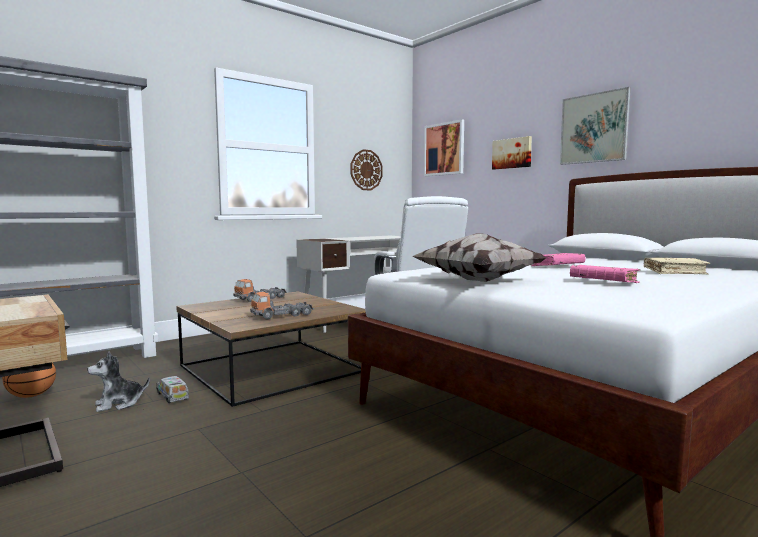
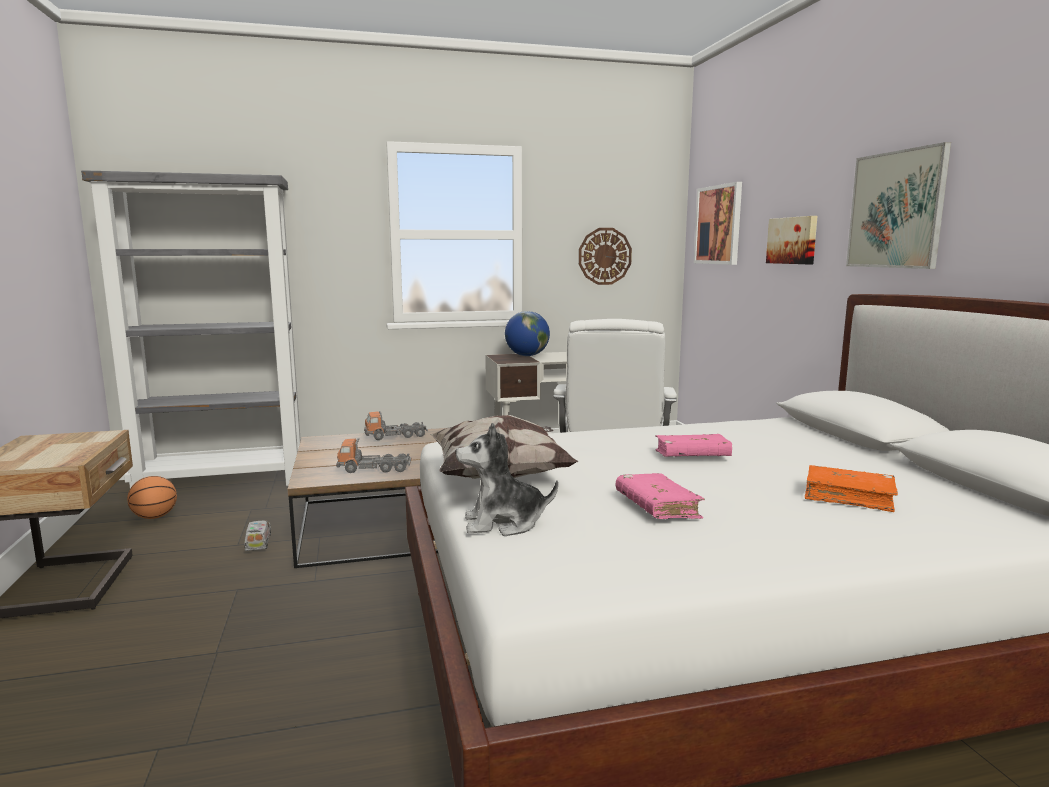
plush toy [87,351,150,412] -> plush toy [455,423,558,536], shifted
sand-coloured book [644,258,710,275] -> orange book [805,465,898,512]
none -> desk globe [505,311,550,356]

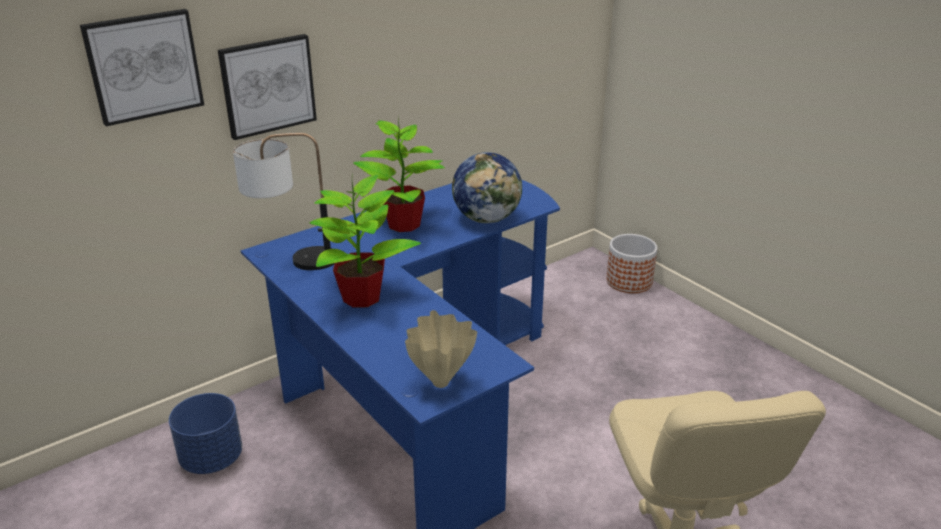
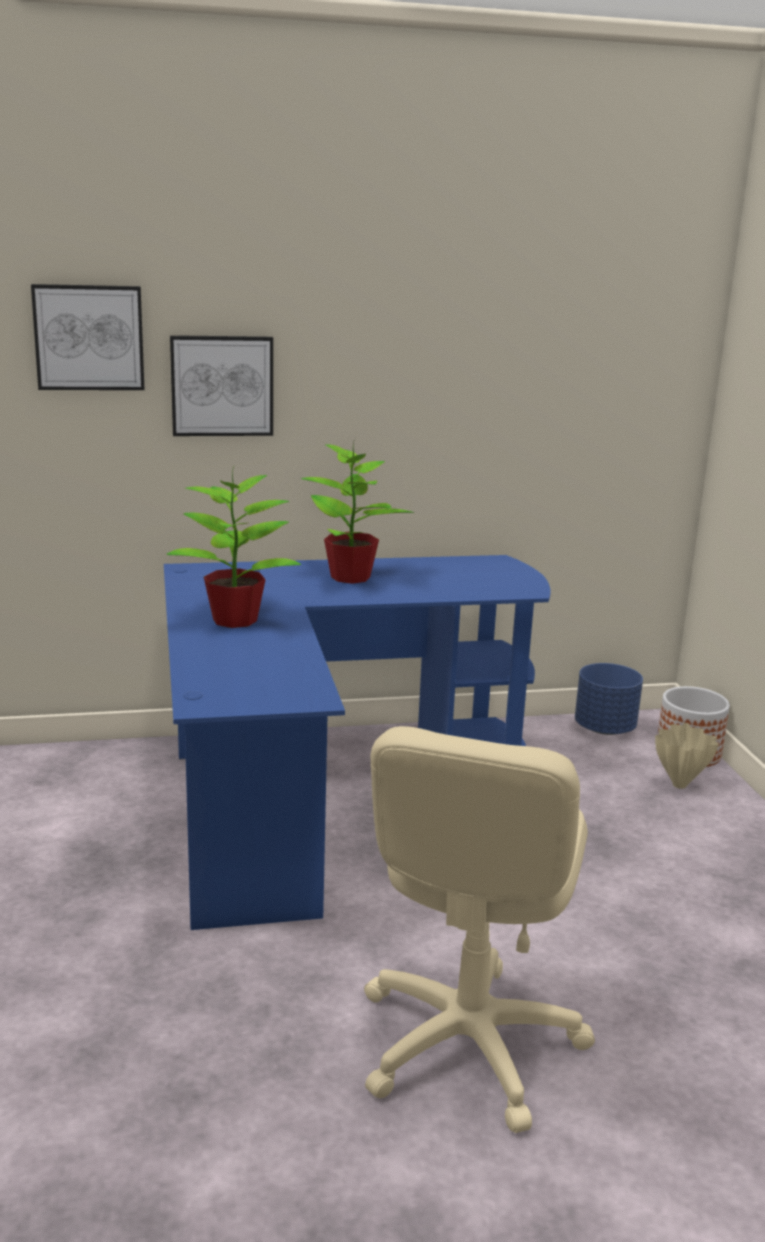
blue-coloured planter [169,393,242,474] -> blue-coloured planter [575,663,643,735], shifted
tabletop lamp [233,133,335,270] -> none
sand-coloured decorative vase [405,310,477,388] -> sand-coloured decorative vase [655,723,719,789], shifted
desk globe [452,152,522,223] -> none

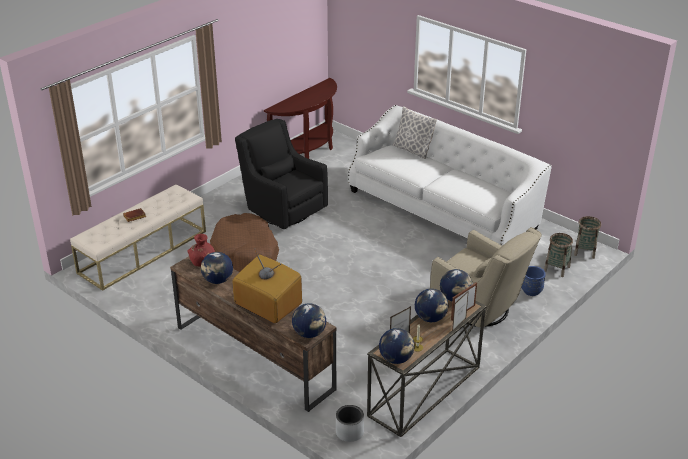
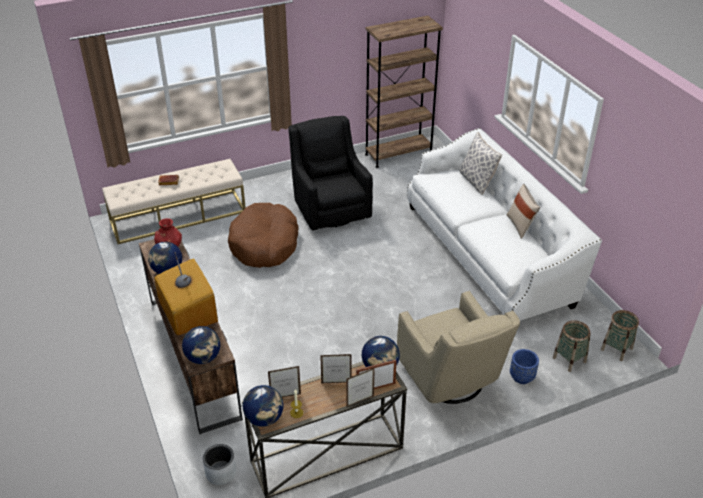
brownish narrow table [264,78,337,159] -> brownish shelving unit [365,16,443,168]
desk globe [415,289,448,322] -> standing frame [320,354,352,384]
none -> sand-coloured pillow [507,184,541,239]

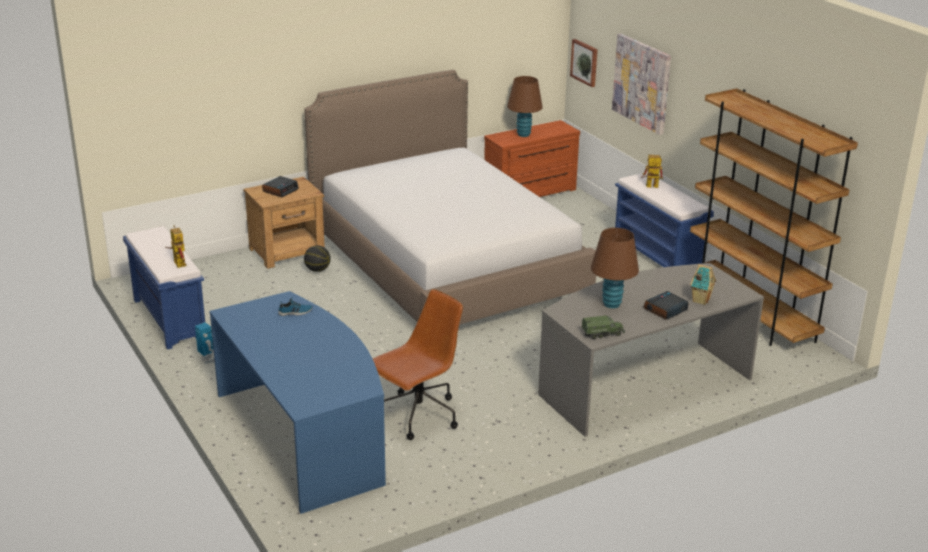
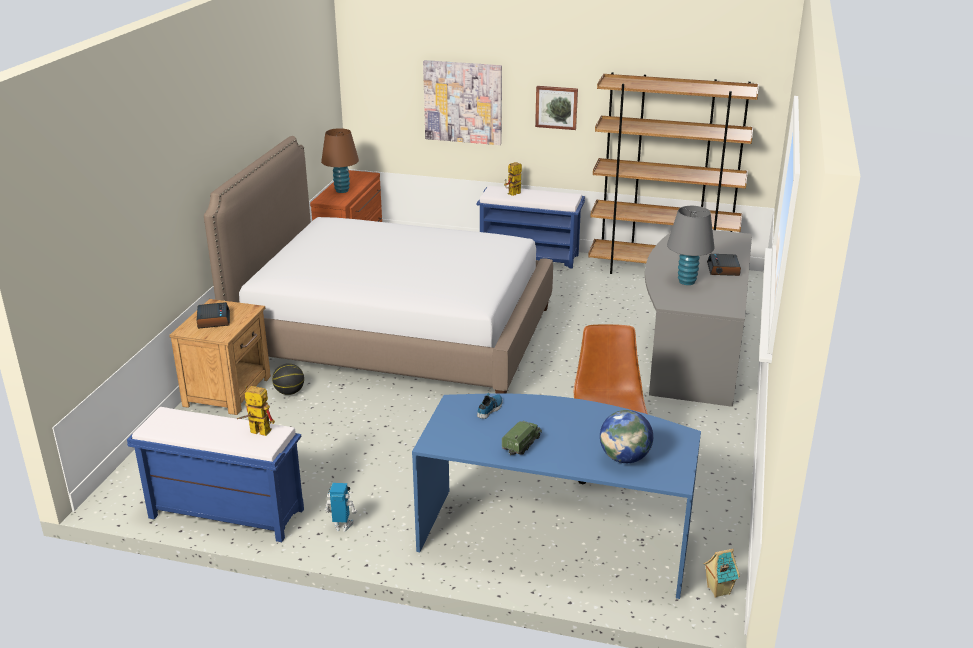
wall picture [570,39,597,87] -> wall picture [535,86,578,130], shifted
toy lorry [582,315,625,339] -> toy lorry [501,421,542,455], shifted
brownish tabletop lamp [591,228,639,308] -> grey tabletop lamp [667,206,715,285]
miniature house [690,264,716,305] -> miniature house [703,549,740,598], shifted
none -> desk globe [600,410,653,463]

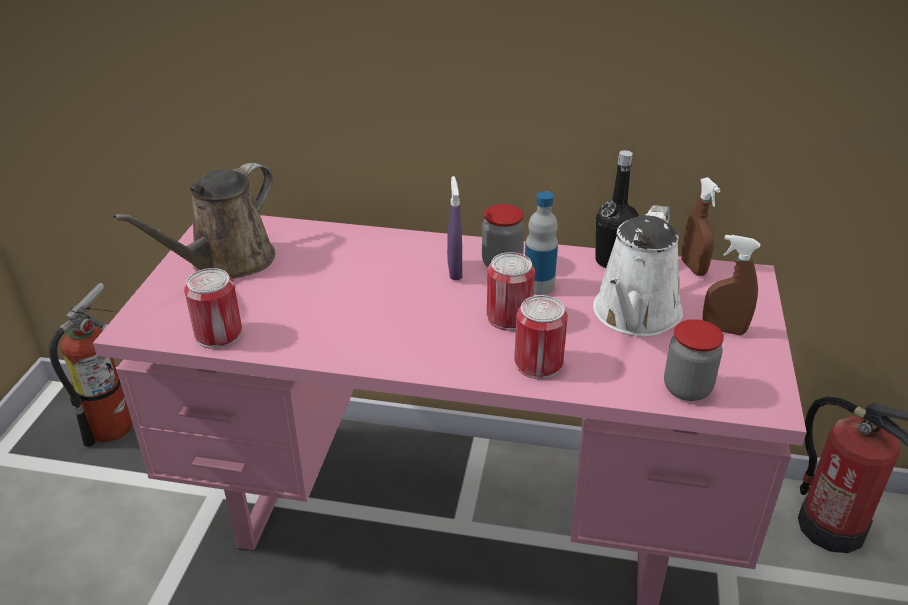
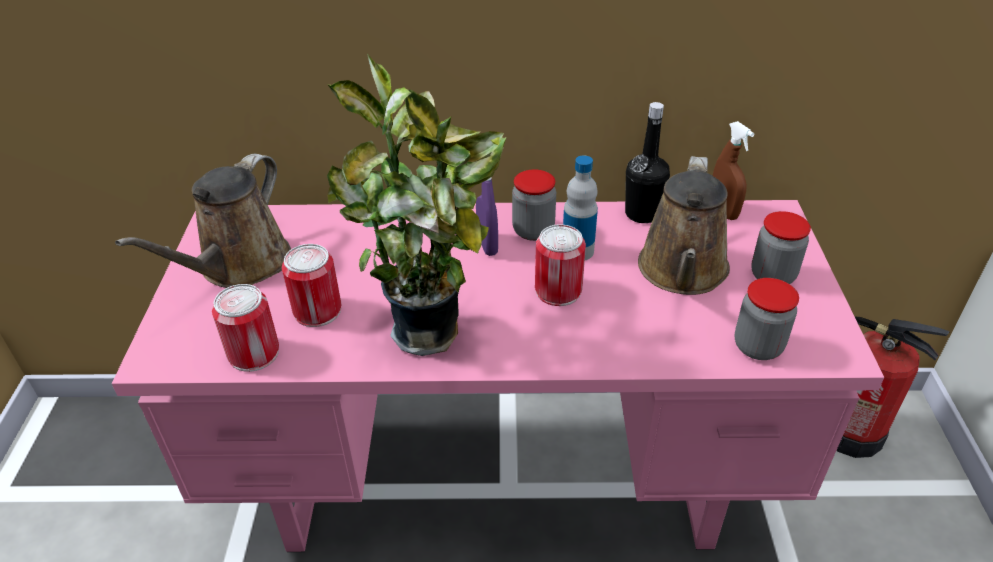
extinguisher [49,283,133,447] -> none
metal can [514,295,568,379] -> metal can [282,244,341,327], shifted
white-coloured watering can [593,205,683,337] -> brownish watering can [638,156,730,295]
brownish hand sprayer [703,235,760,335] -> preserve jar [751,211,811,284]
none -> plant in a pot [327,54,507,356]

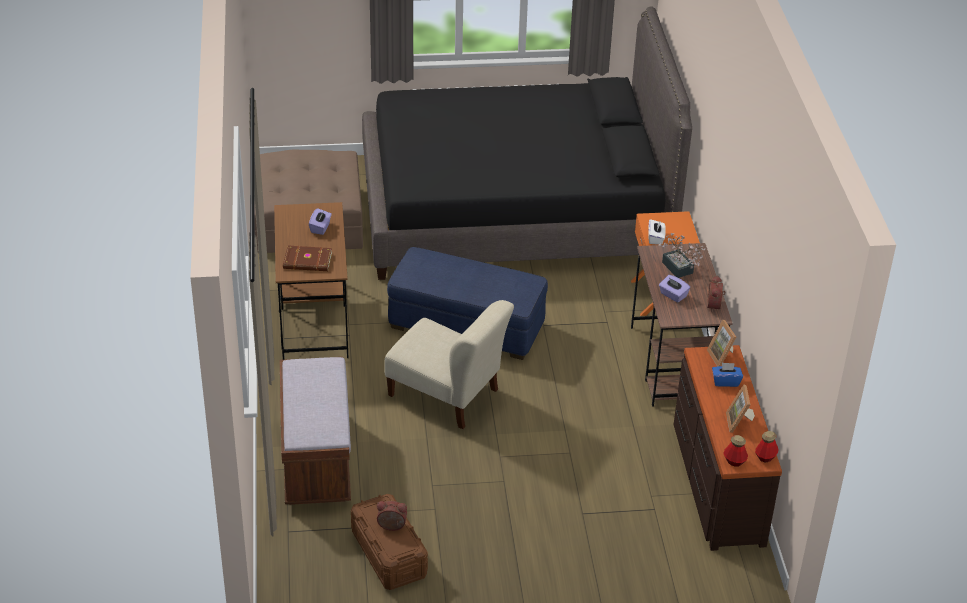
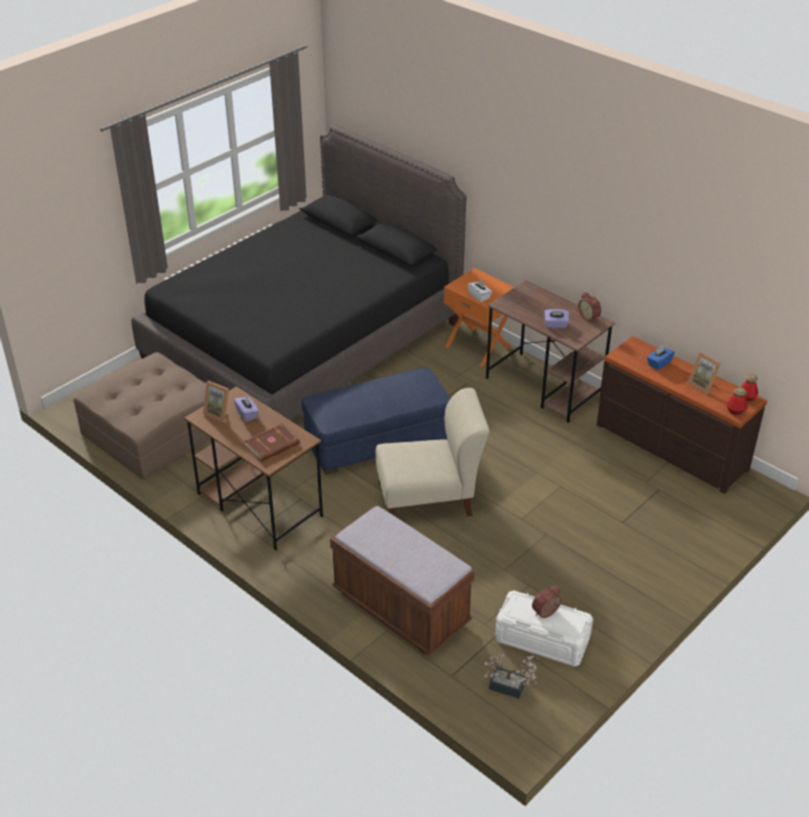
brownish storage container [351,494,428,590] -> white-coloured storage container [495,590,593,667]
plant in a pot [658,233,706,278] -> plant in a pot [484,654,539,699], shifted
standing frame [707,320,736,366] -> standing frame [203,381,229,422], shifted

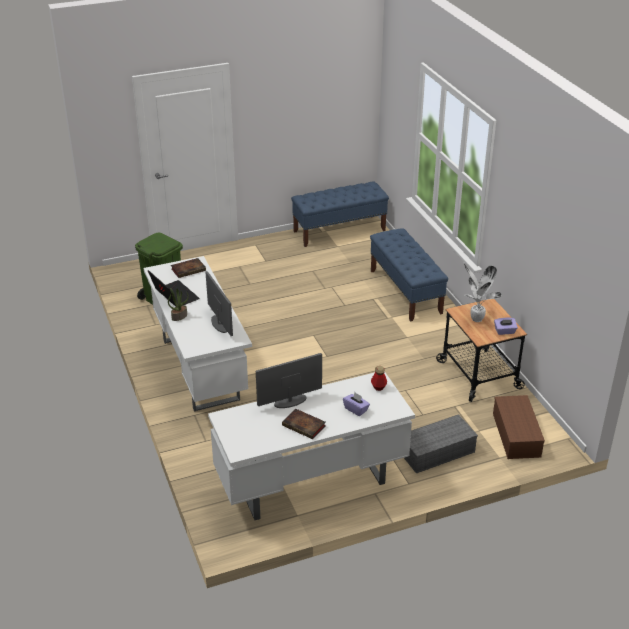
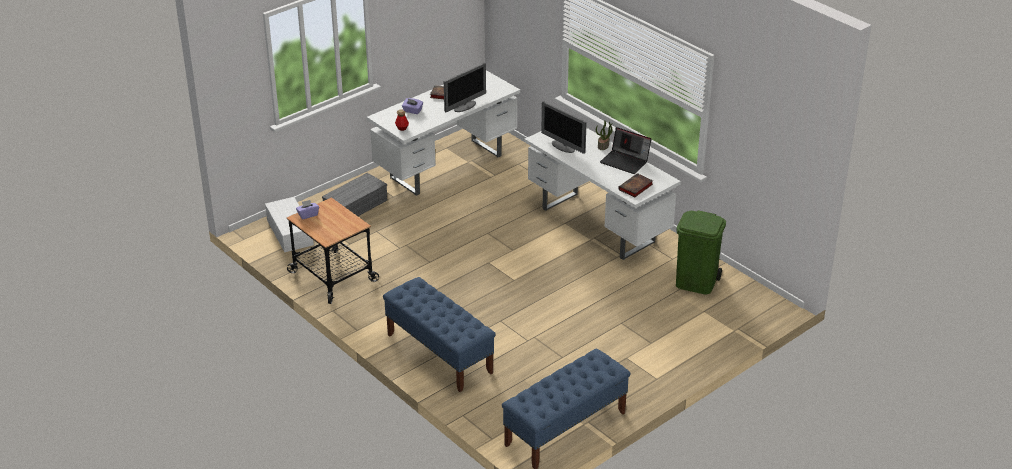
plant in a pot [464,263,501,322] -> none
brownish storage container [493,395,545,459] -> white-coloured storage container [265,197,314,252]

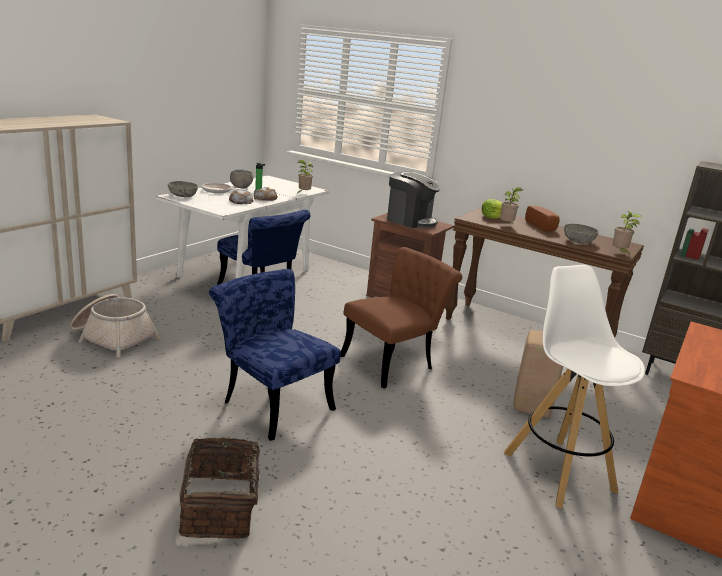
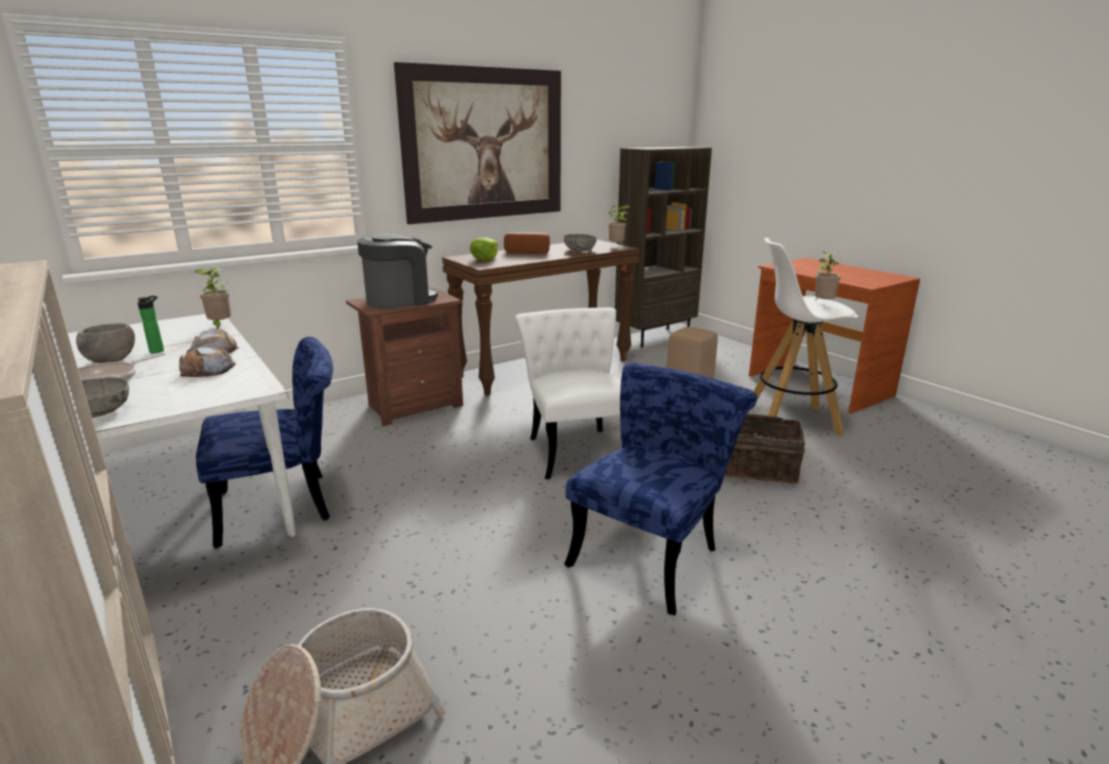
storage basket [179,437,274,539] -> storage basket [724,414,805,484], shifted
blue-coloured upright chair [209,269,341,441] -> blue-coloured upright chair [564,362,757,615], 150 degrees clockwise
brownish upright chair [340,247,462,389] -> white-coloured upright chair [515,307,621,479]
plant in a pot [500,187,523,223] -> plant in a pot [815,251,841,301], shifted
none -> wall picture [394,62,561,224]

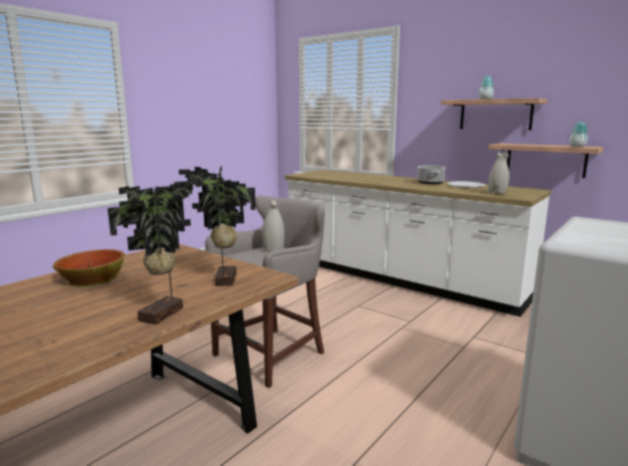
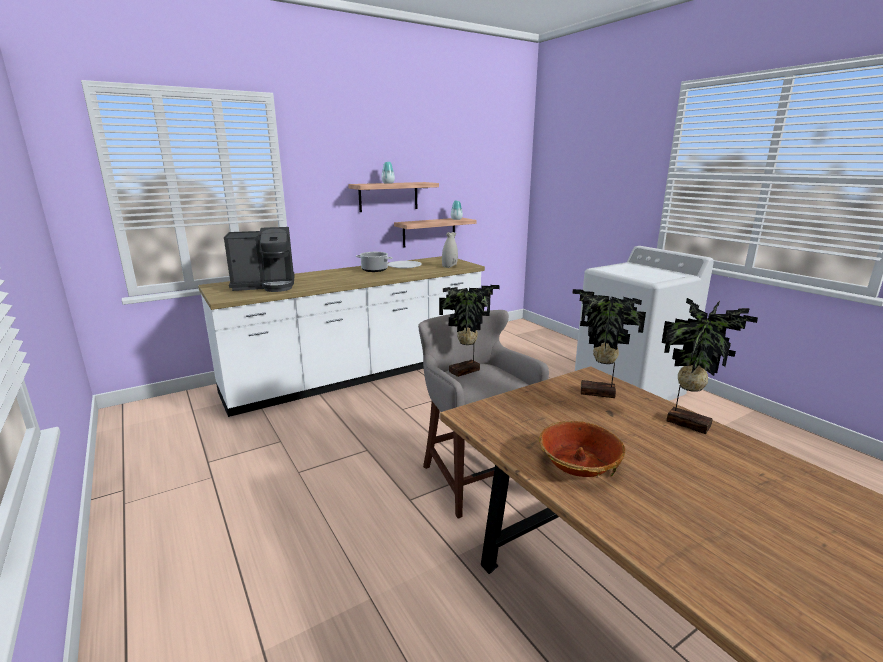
white-coloured decorative vase [262,200,285,252] -> plant in a pot [439,285,500,377]
none -> coffee brewer [224,227,295,292]

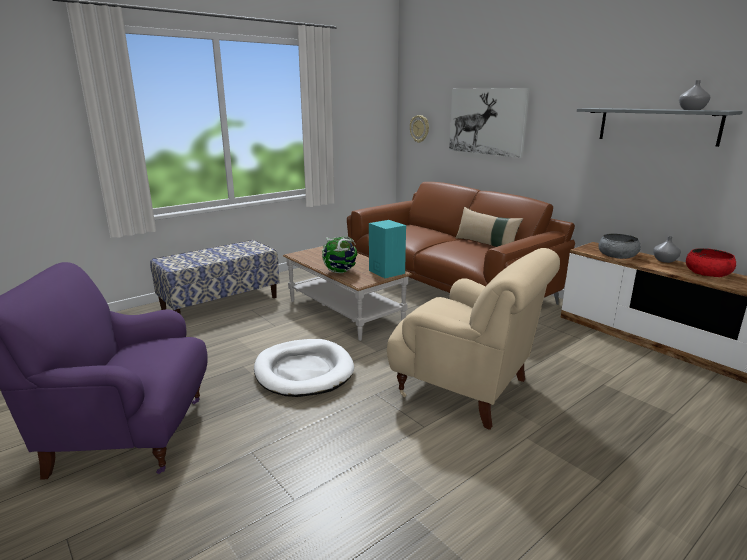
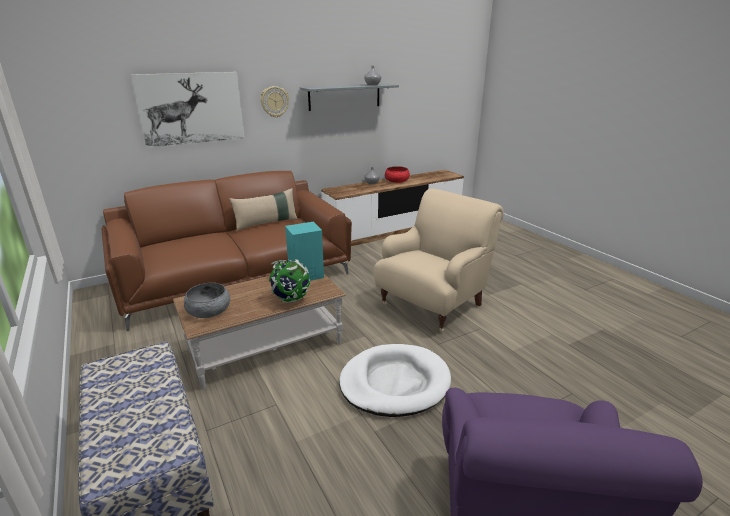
wall clock [410,115,429,143] -> wall clock [260,86,289,118], shifted
grey bowl [598,233,641,259] -> grey bowl [184,283,230,318], shifted

